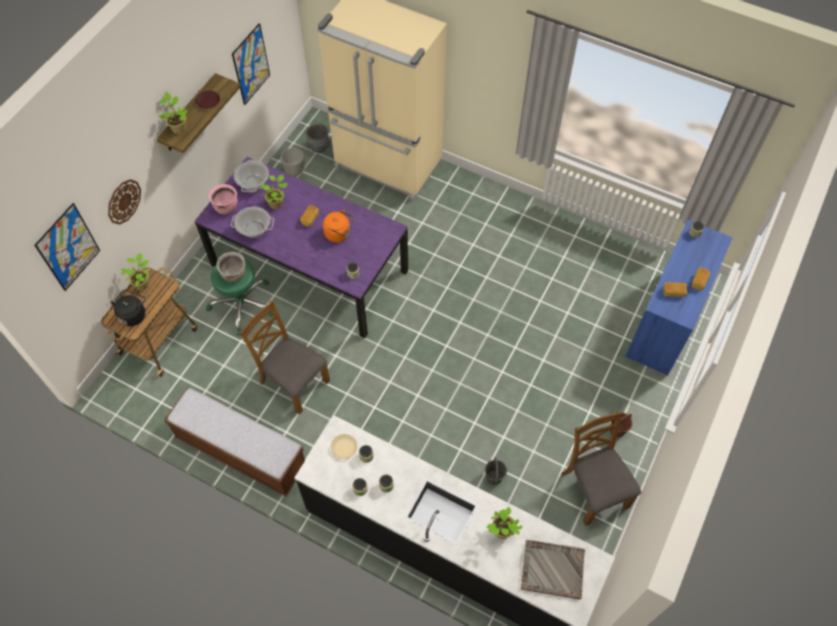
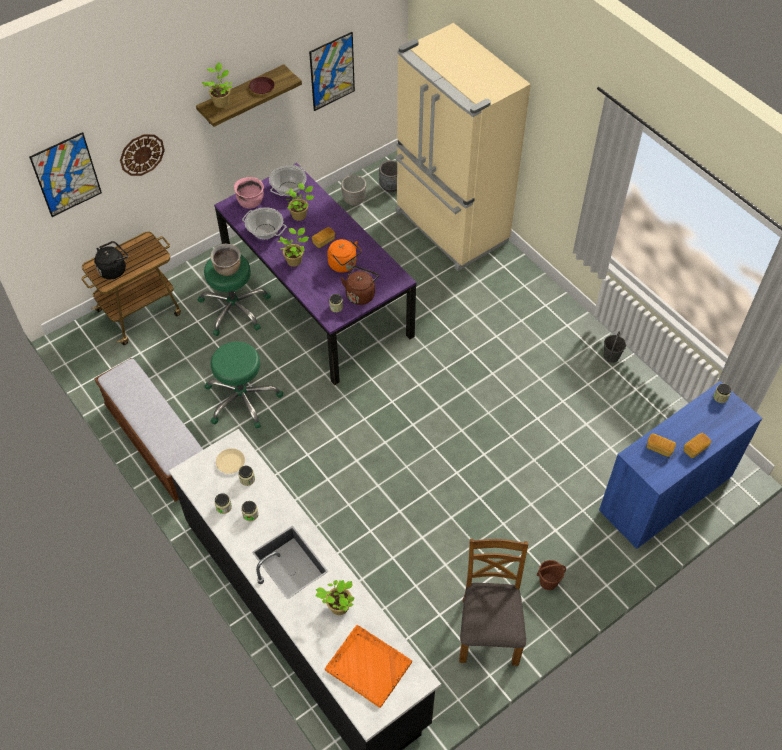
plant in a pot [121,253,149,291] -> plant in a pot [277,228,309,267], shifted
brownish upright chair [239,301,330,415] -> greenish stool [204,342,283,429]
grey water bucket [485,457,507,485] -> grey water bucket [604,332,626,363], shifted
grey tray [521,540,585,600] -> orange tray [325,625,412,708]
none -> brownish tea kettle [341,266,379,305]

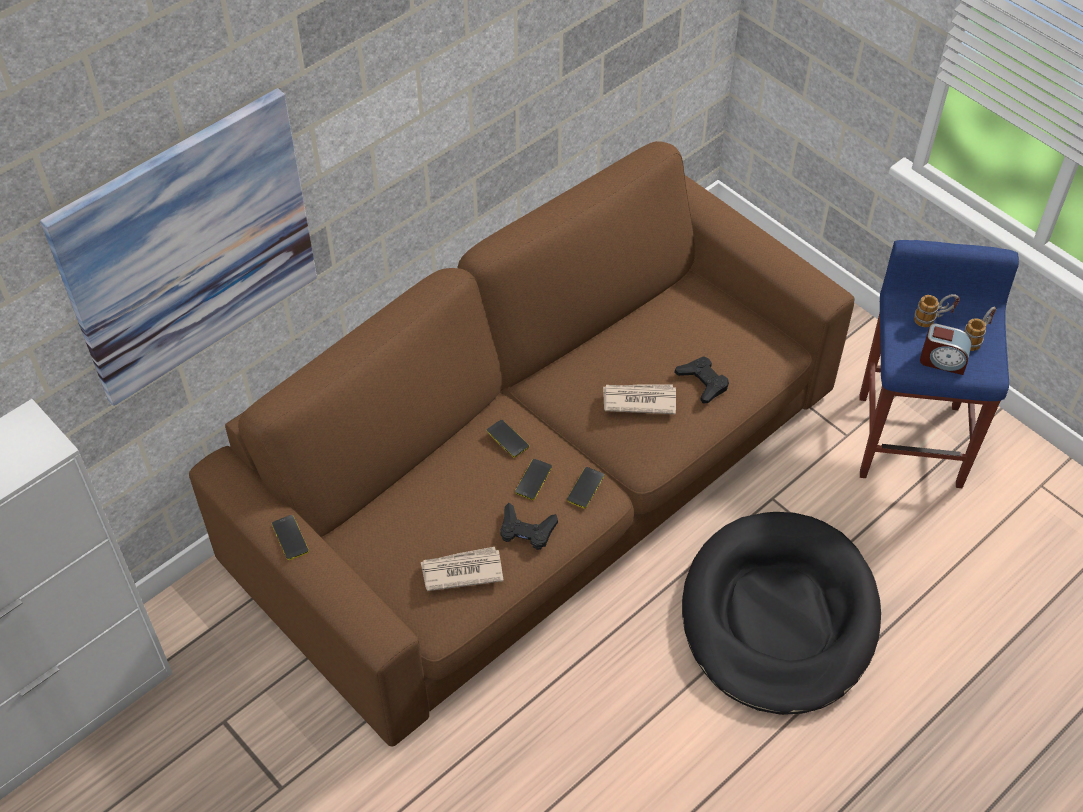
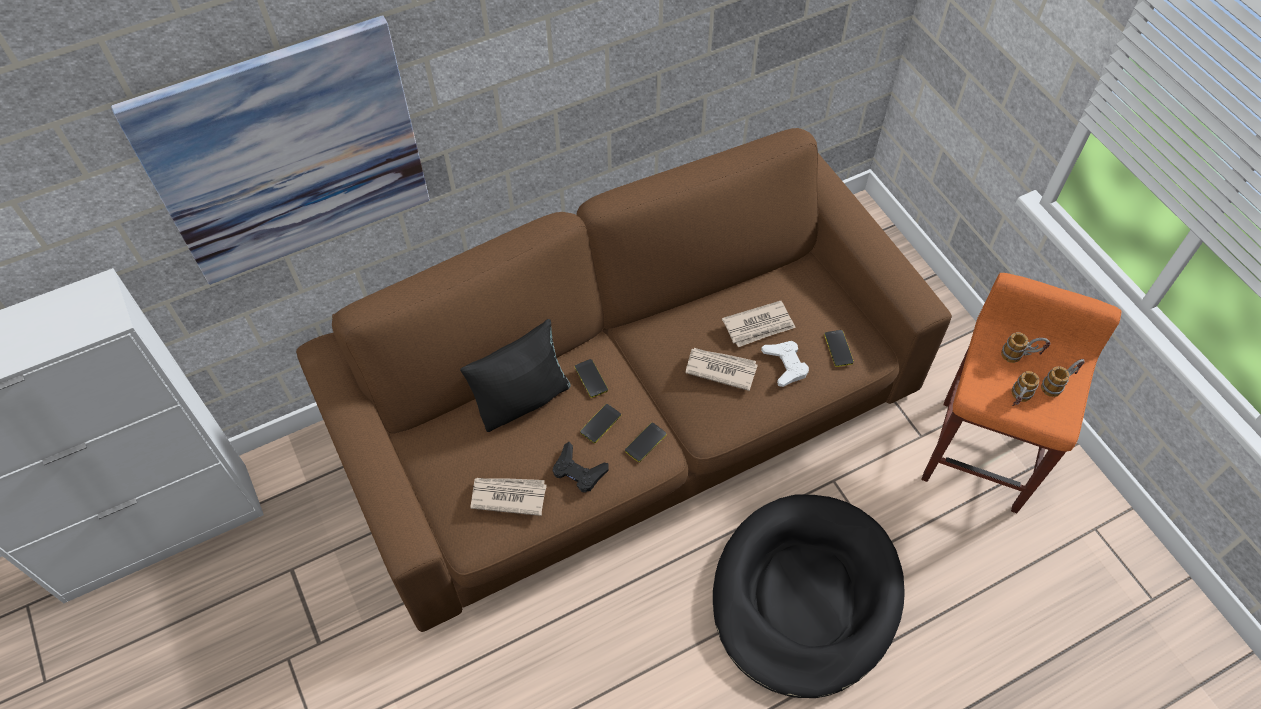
phone [272,515,309,560] -> phone [824,330,854,367], shifted
black joypad [675,356,729,403] -> white-coloured joypad [761,341,809,387]
blue-coloured stool [860,240,1019,488] -> orange stool [921,273,1121,513]
alarm clock [920,323,972,375] -> tea mug [1012,371,1039,406]
none -> black pillow [460,319,571,432]
none -> daily paper [722,301,796,347]

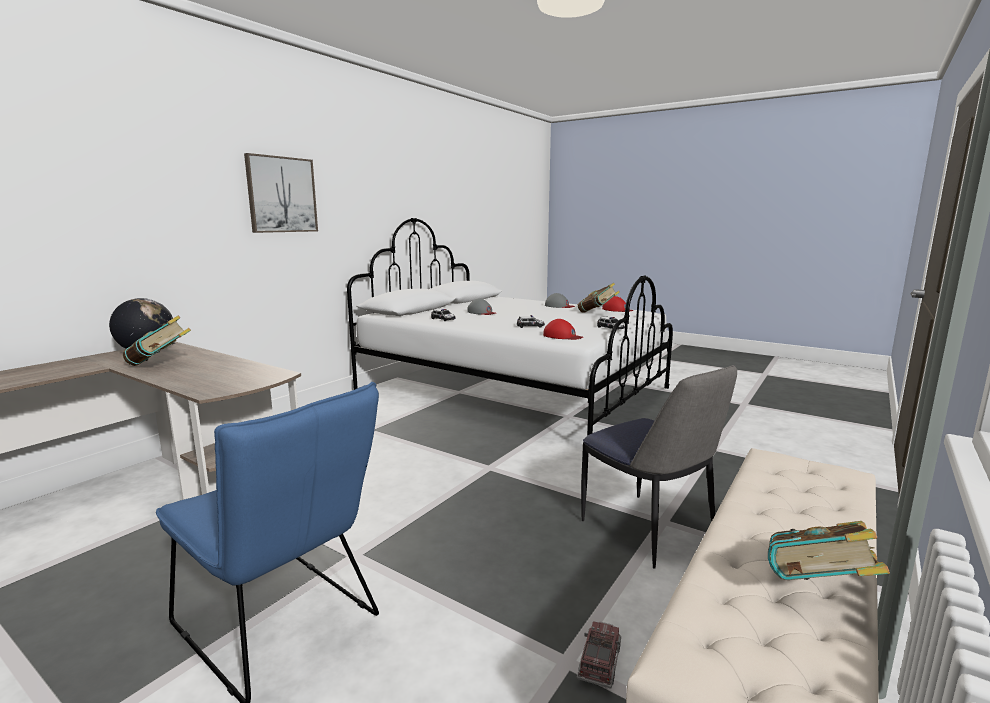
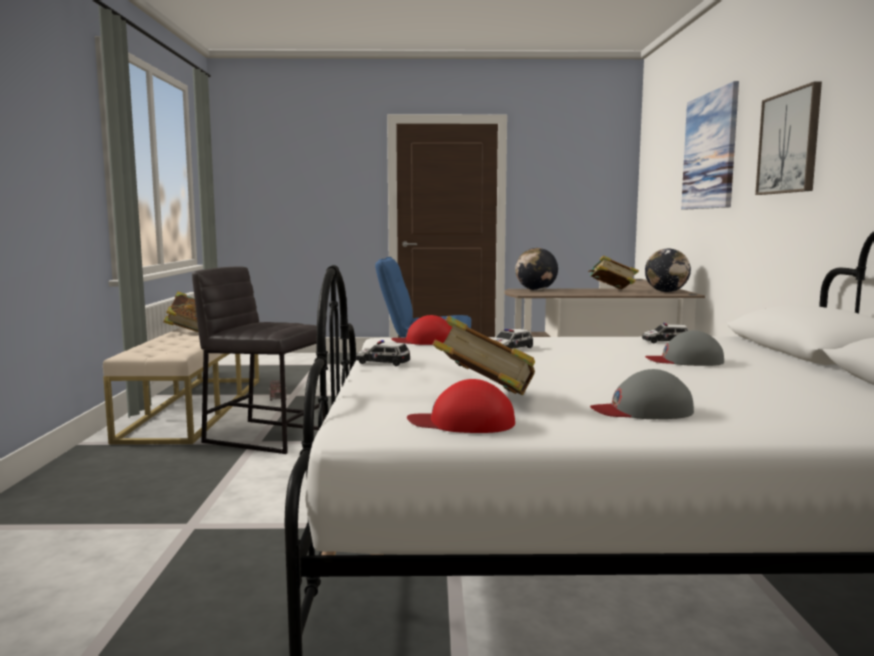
upright chair [581,365,737,569] -> grey stool [192,267,327,454]
none -> desk globe [515,248,558,290]
none -> wall picture [681,81,739,210]

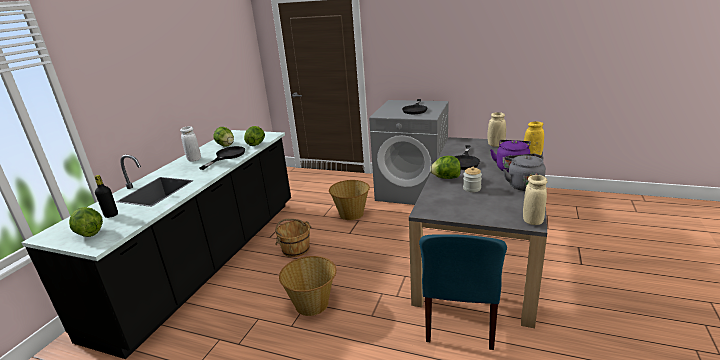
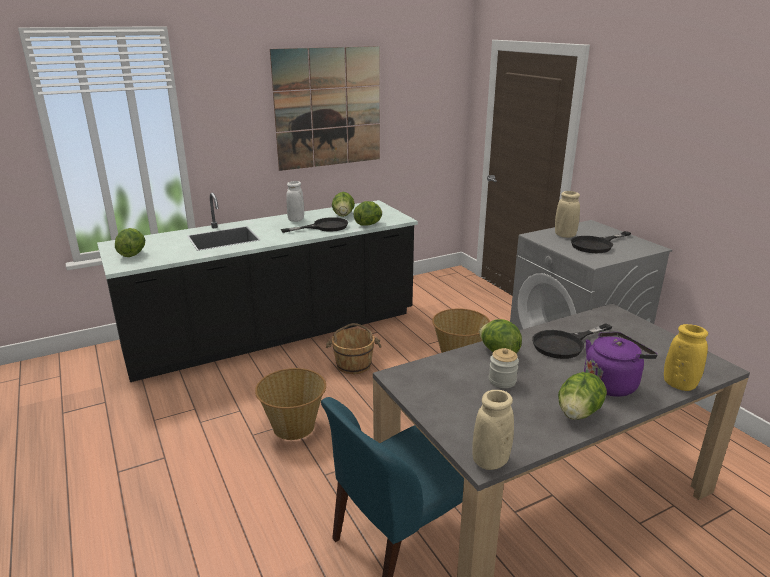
black bottle [94,175,118,218] -> none
sand-coloured decorative vase [487,112,506,147] -> sand-coloured decorative vase [555,191,580,238], shifted
grey tea kettle [503,154,546,191] -> lettuce head [558,372,607,420]
none -> wall picture [270,46,380,171]

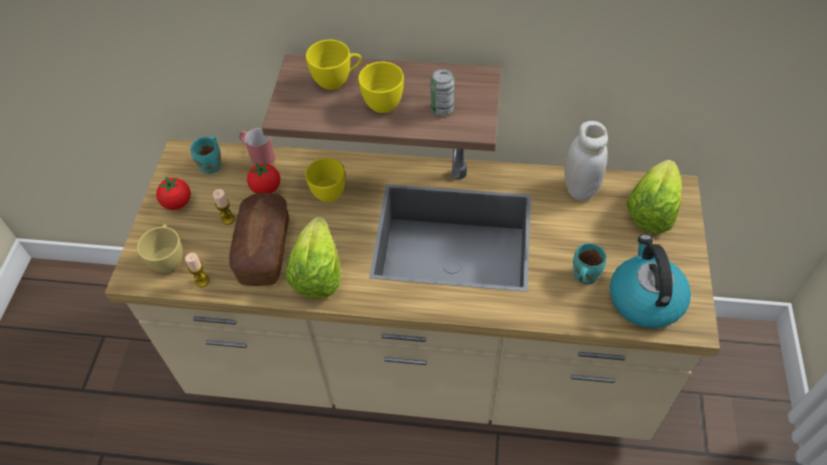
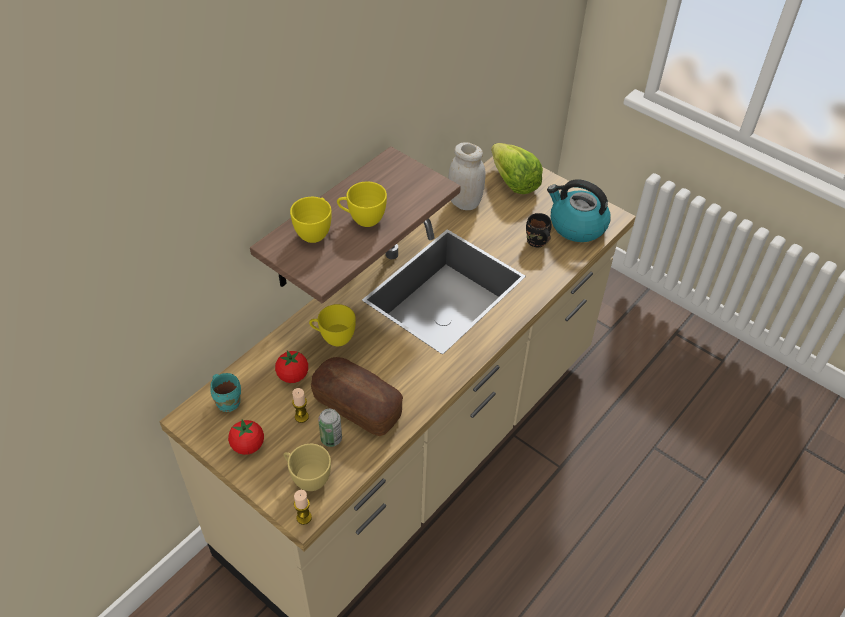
wax candle [185,253,210,287] -> wax candle [294,490,312,525], shifted
reddish tea mug [239,128,275,166] -> none
lettuce head [286,217,341,299] -> none
metal can [430,69,455,116] -> metal can [318,409,342,447], shifted
turquoise-coloured tea mug [573,243,606,285] -> black tea mug [526,213,551,247]

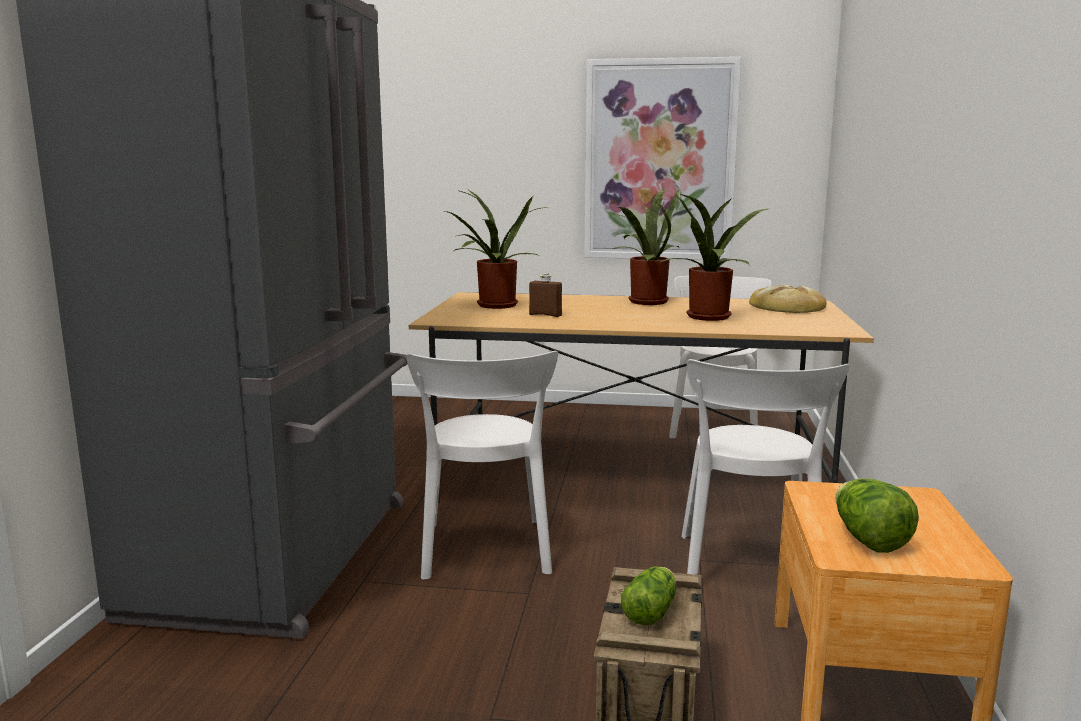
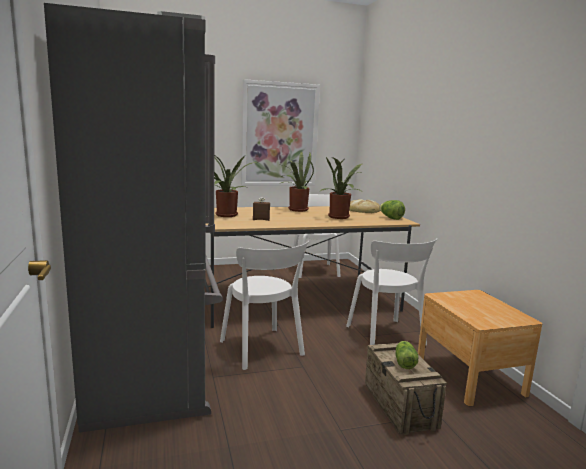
lettuce head [835,478,919,553] -> lettuce head [379,200,405,220], shifted

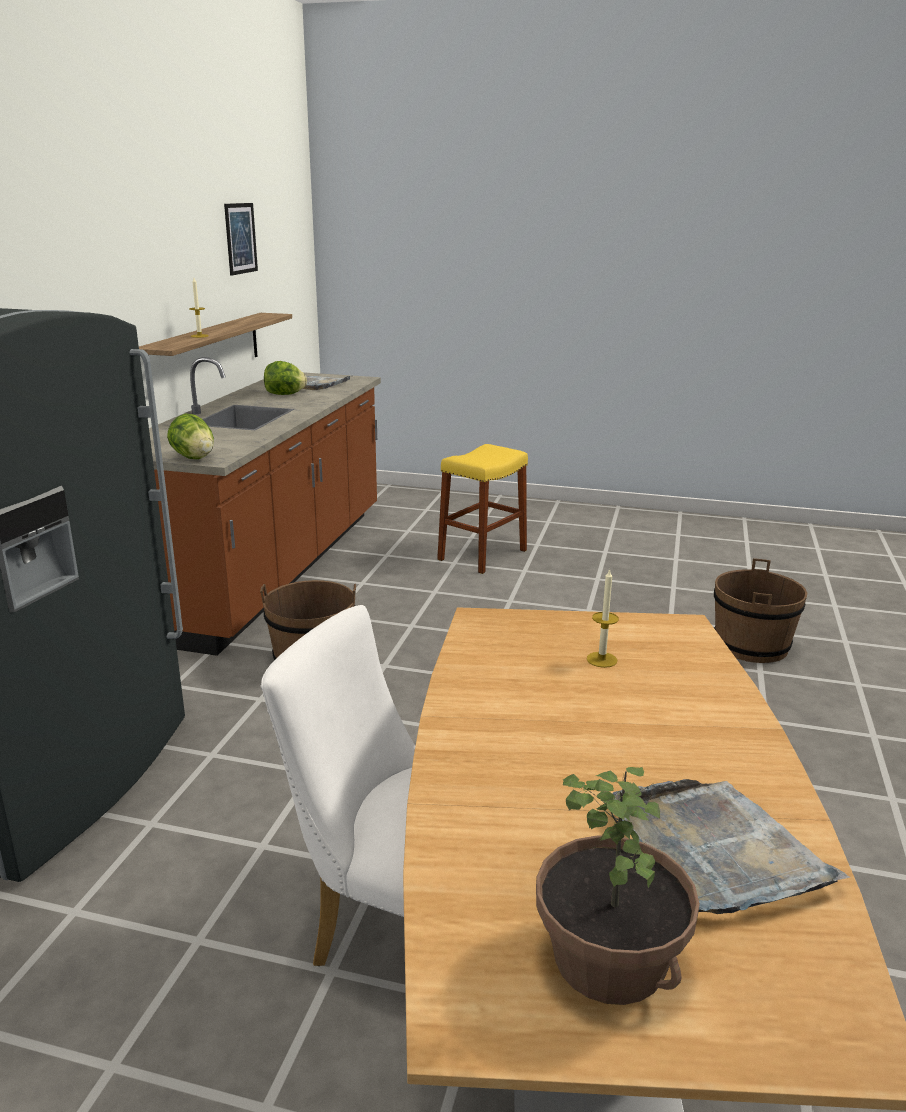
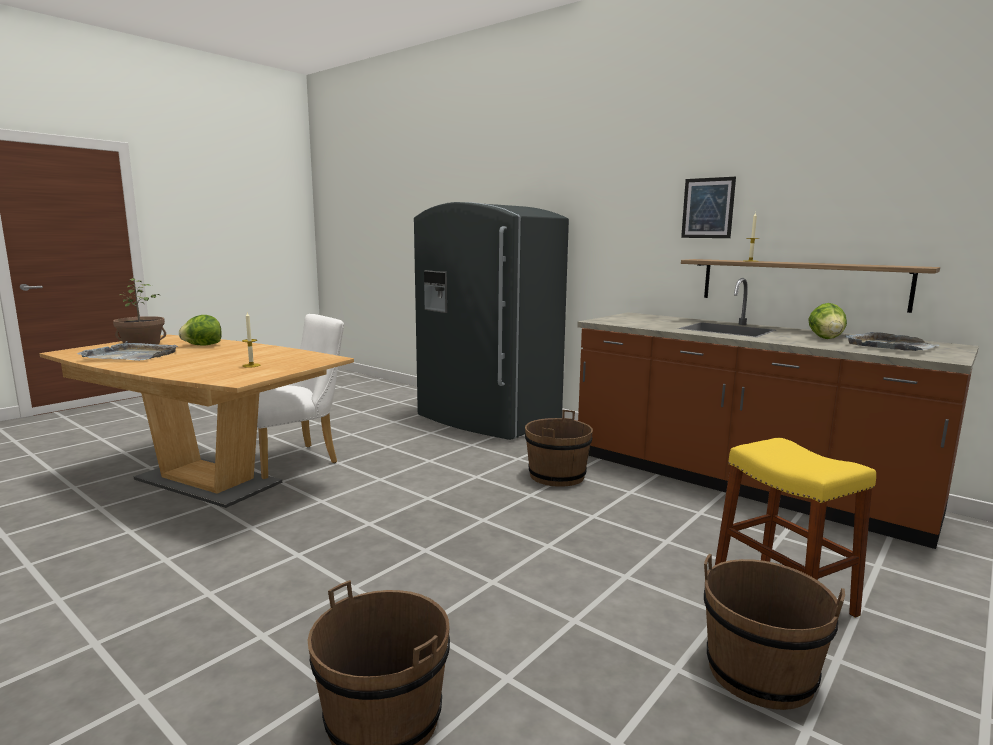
lettuce head [167,413,214,459] -> lettuce head [179,315,222,345], shifted
wall picture [224,203,258,276] -> wall picture [681,177,736,238], shifted
none -> brownish water bucket [704,554,845,710]

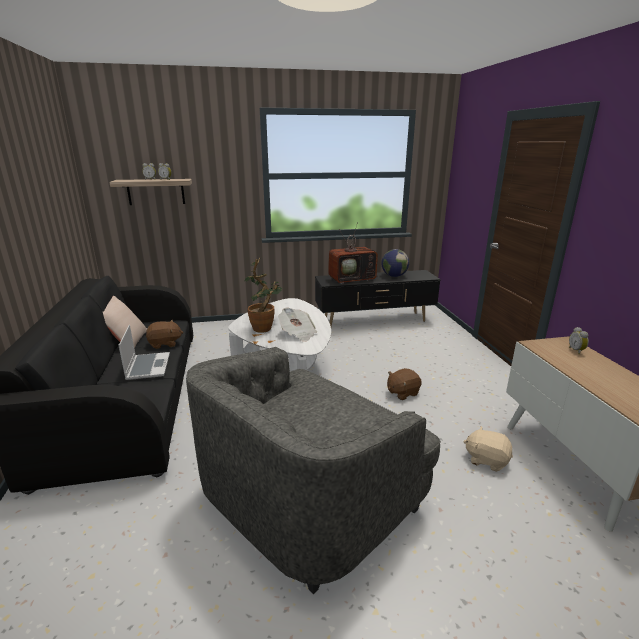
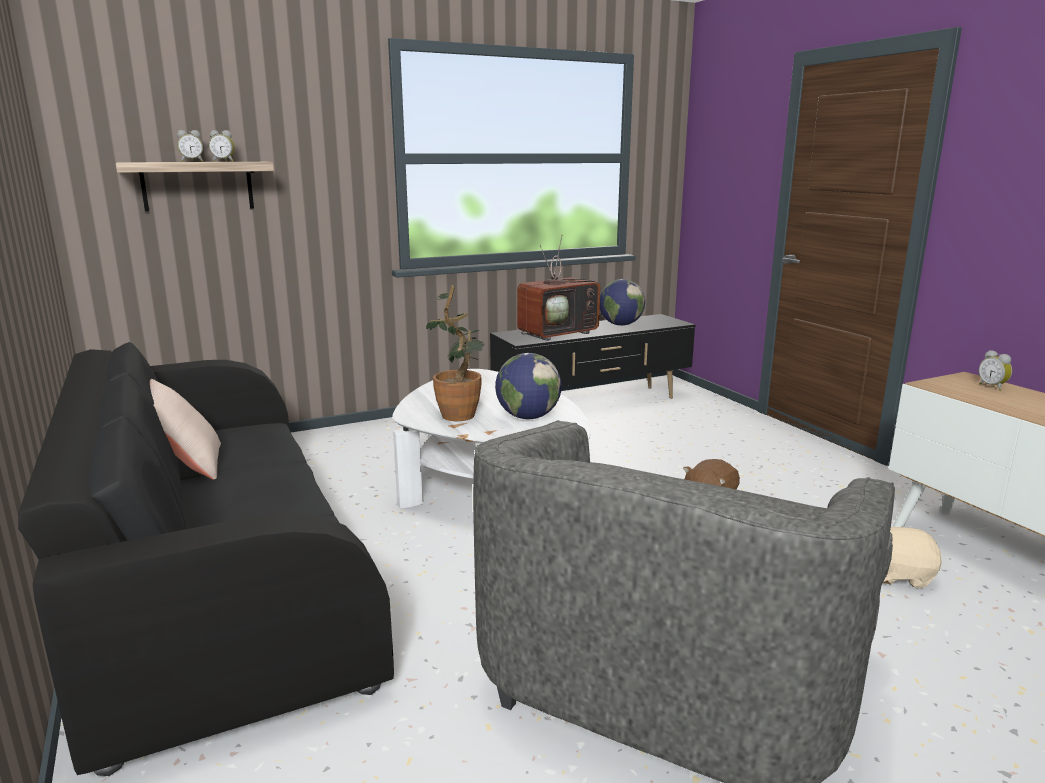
laptop [118,325,170,380] -> none
brownish plush toy [146,320,183,349] -> none
daily paper [278,307,317,342] -> desk globe [495,353,562,419]

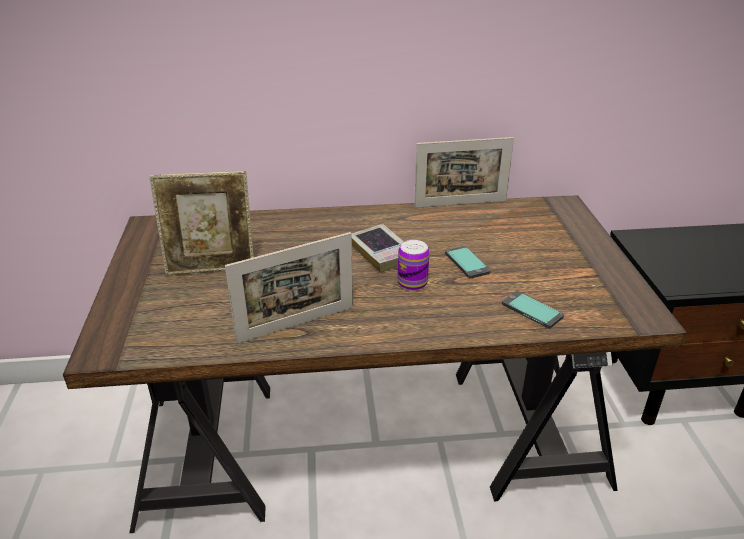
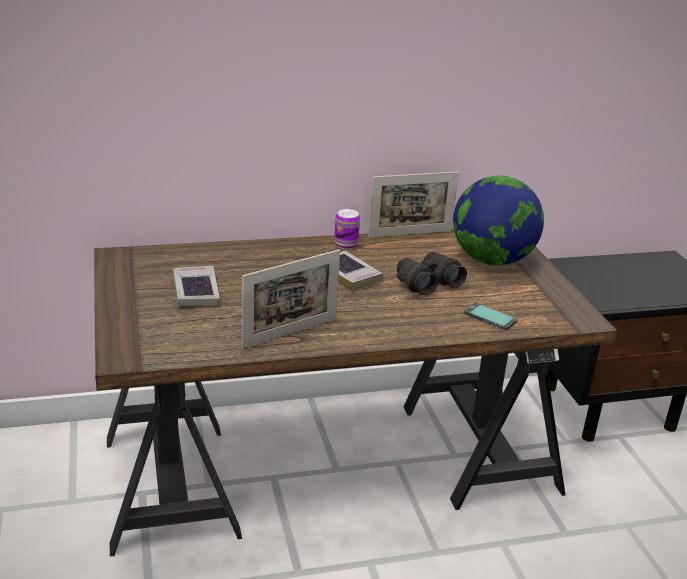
standing frame [149,171,254,275] -> book [173,266,220,306]
metal can [398,240,429,291] -> metal can [334,209,360,249], shifted
phone [445,246,491,279] -> black pair of binoculars [397,252,467,295]
none -> desk globe [453,176,544,266]

